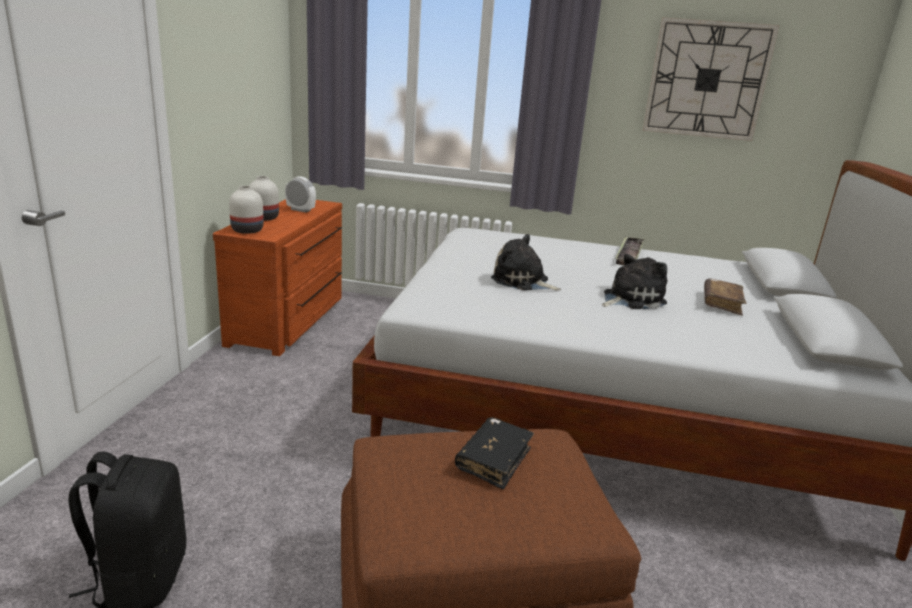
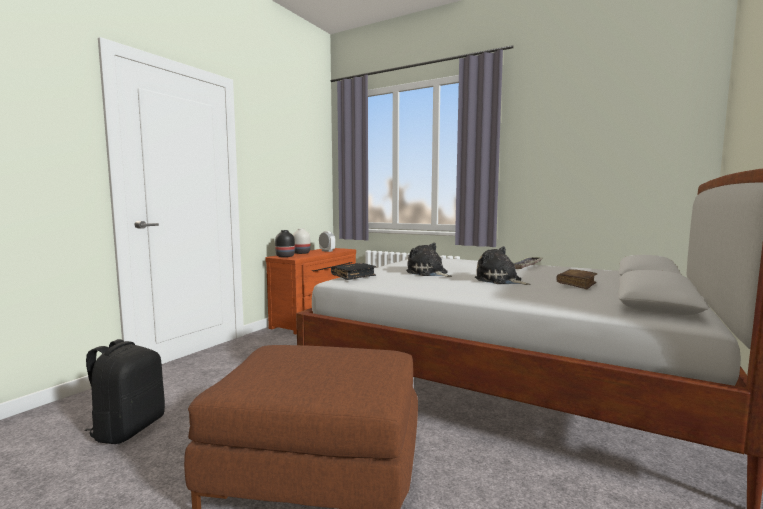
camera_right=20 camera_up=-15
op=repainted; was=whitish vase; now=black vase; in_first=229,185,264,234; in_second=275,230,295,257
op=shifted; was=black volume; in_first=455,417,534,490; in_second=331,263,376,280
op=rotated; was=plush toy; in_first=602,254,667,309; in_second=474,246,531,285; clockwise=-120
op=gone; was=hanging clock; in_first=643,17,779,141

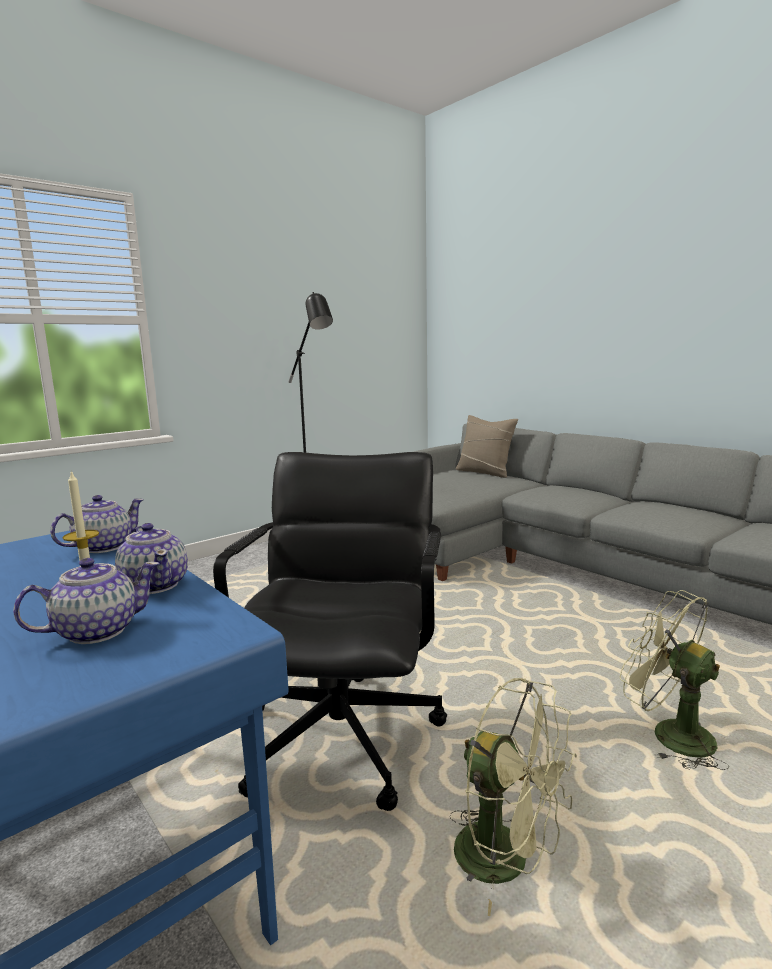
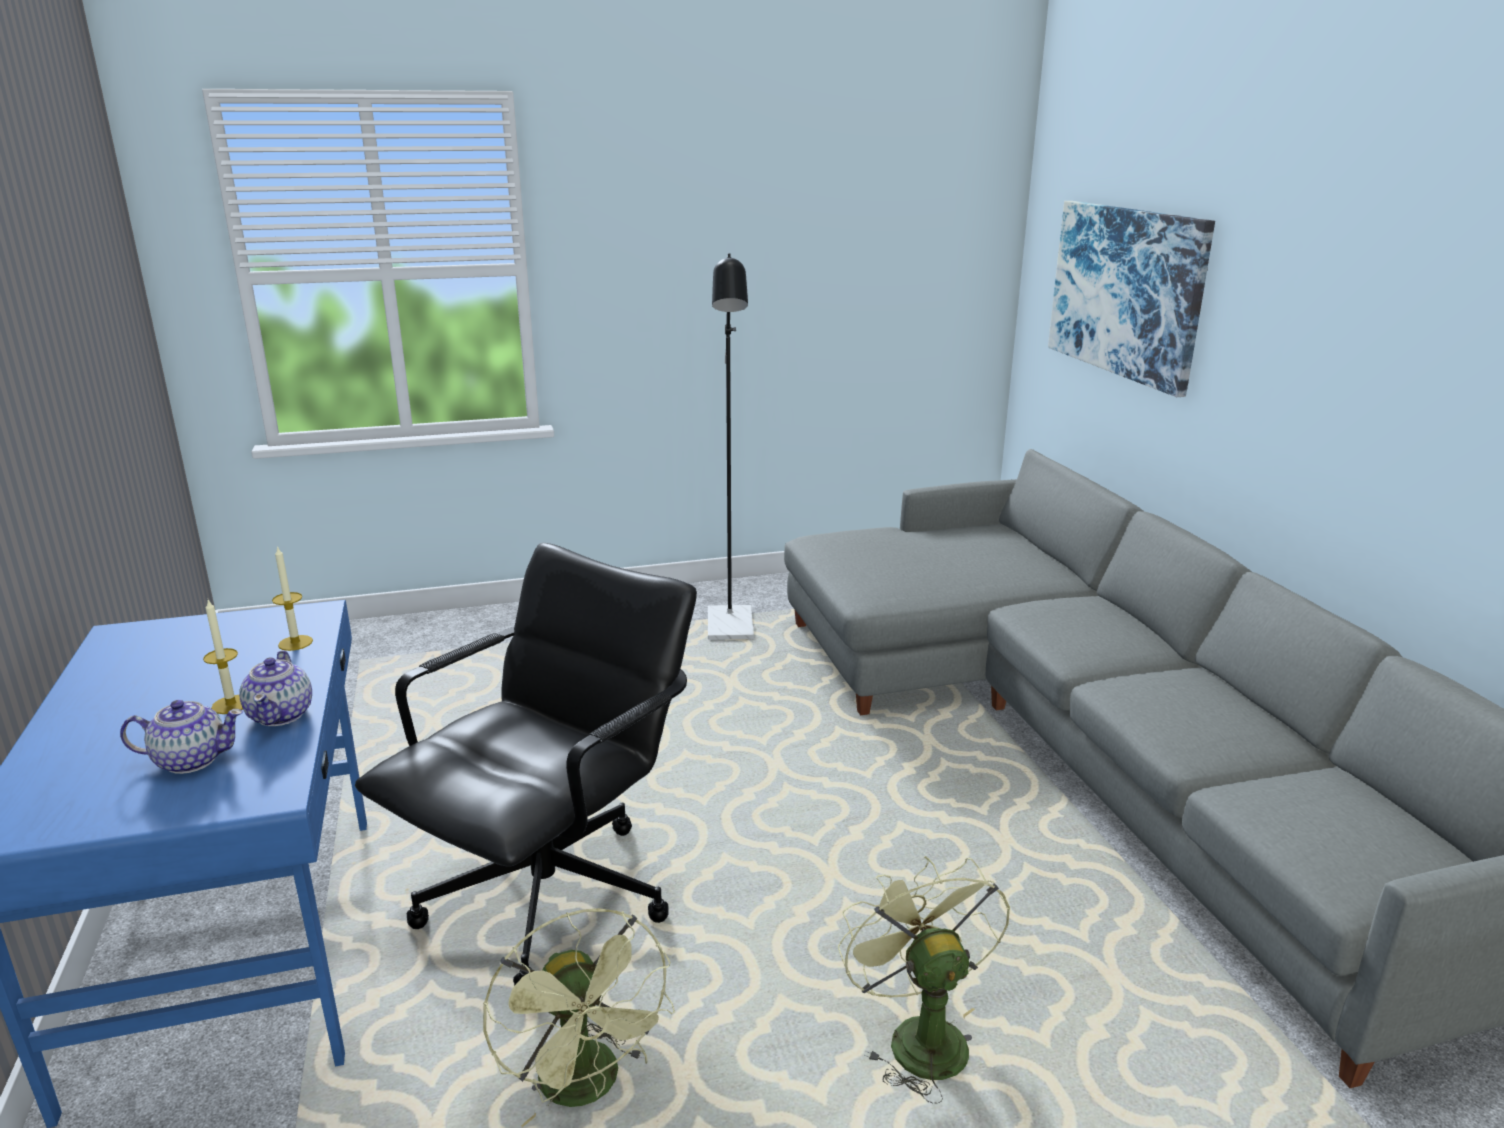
camera_right=25 camera_up=10
op=swapped; was=tea pot; now=candle; in_first=50,495,144,553; in_second=272,546,313,651
op=gone; was=sand-coloured pillow; in_first=456,415,518,478
op=new; now=wall art; in_second=1048,201,1215,397

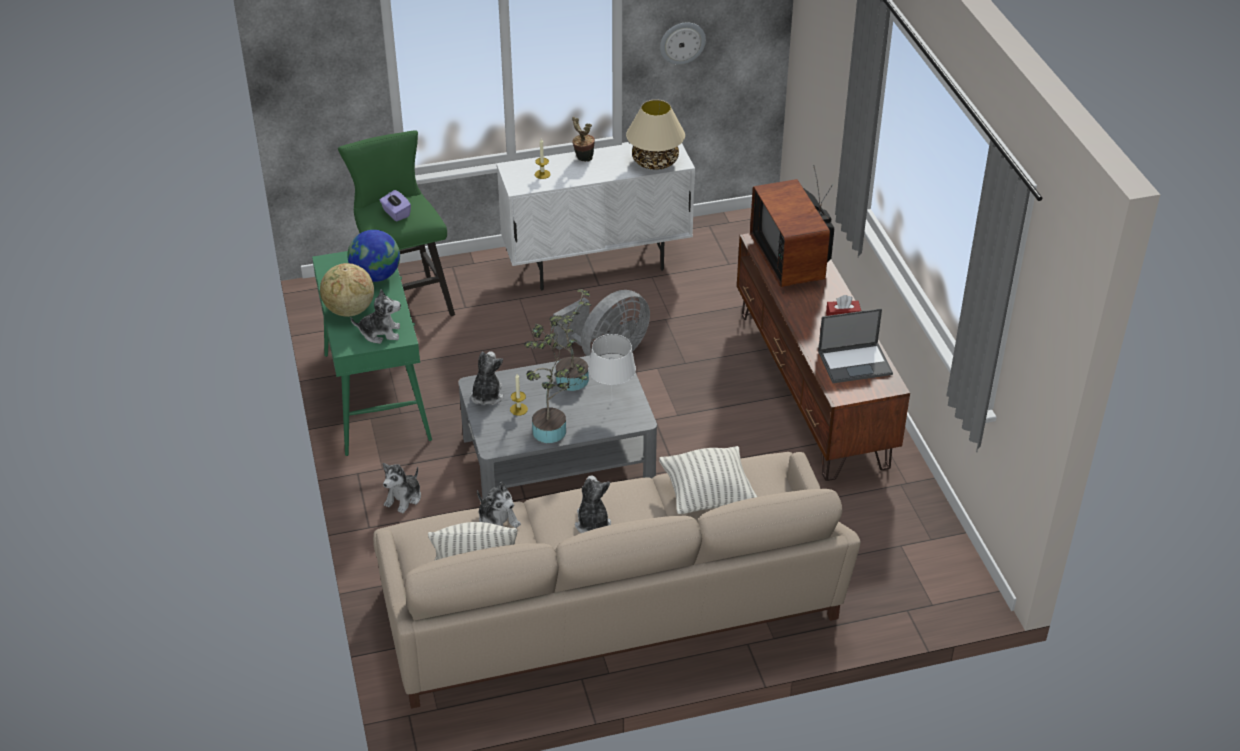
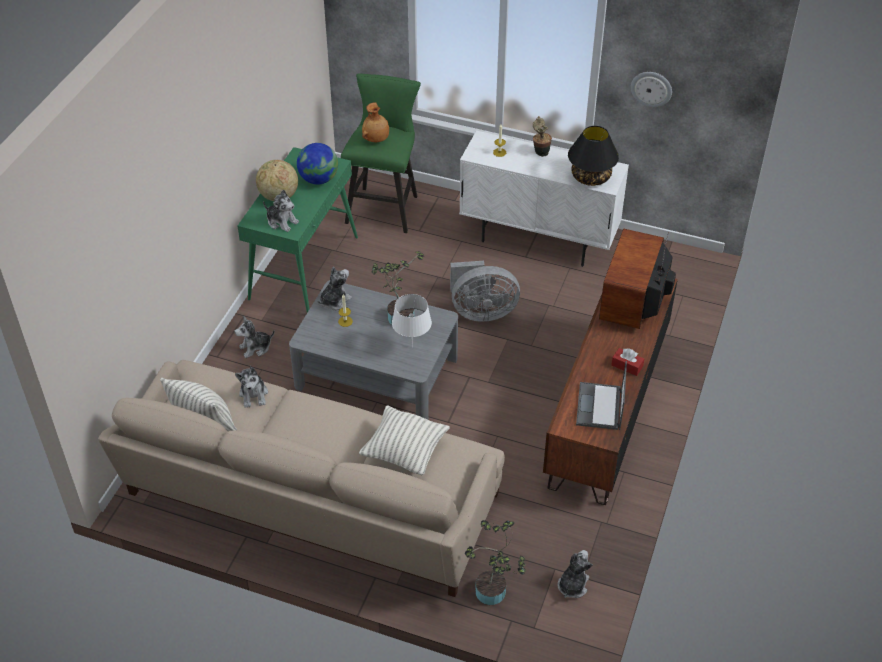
camera_right=35 camera_up=5
op=swapped; was=purple-coloured box of tissues; now=brownish vase; in_first=379,190,411,221; in_second=362,102,389,142
op=shifted; was=plant in a pot; in_first=524,333,588,443; in_second=465,520,526,605
op=shifted; was=plush toy; in_first=575,476,611,533; in_second=558,550,593,598
op=repainted; was=sand-coloured table lamp; now=black table lamp; in_first=626,99,685,170; in_second=568,126,619,186
op=rotated; was=notebook computer; in_first=818,308,893,383; in_second=576,361,627,430; clockwise=75

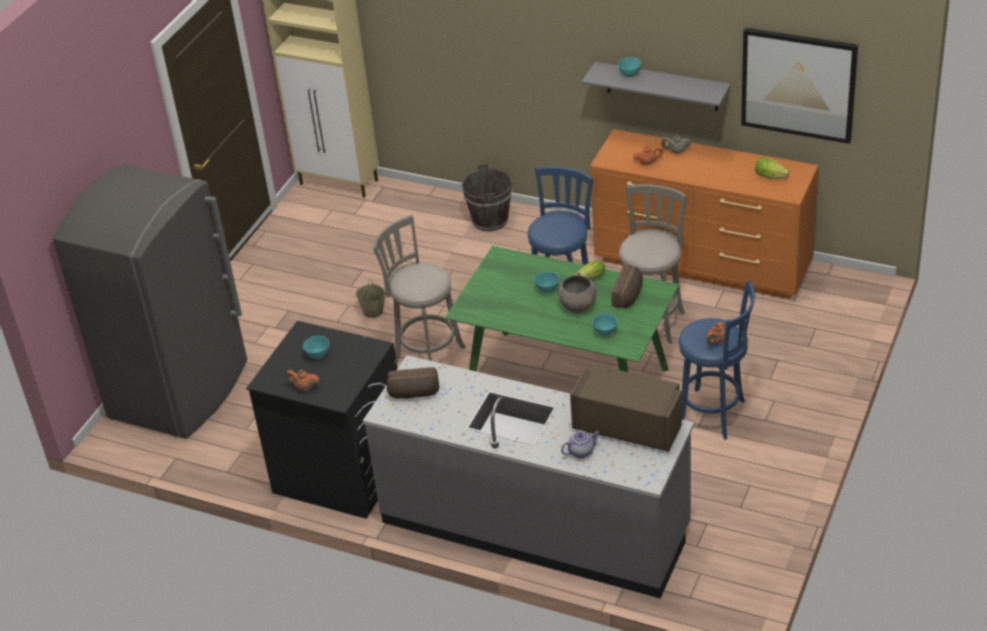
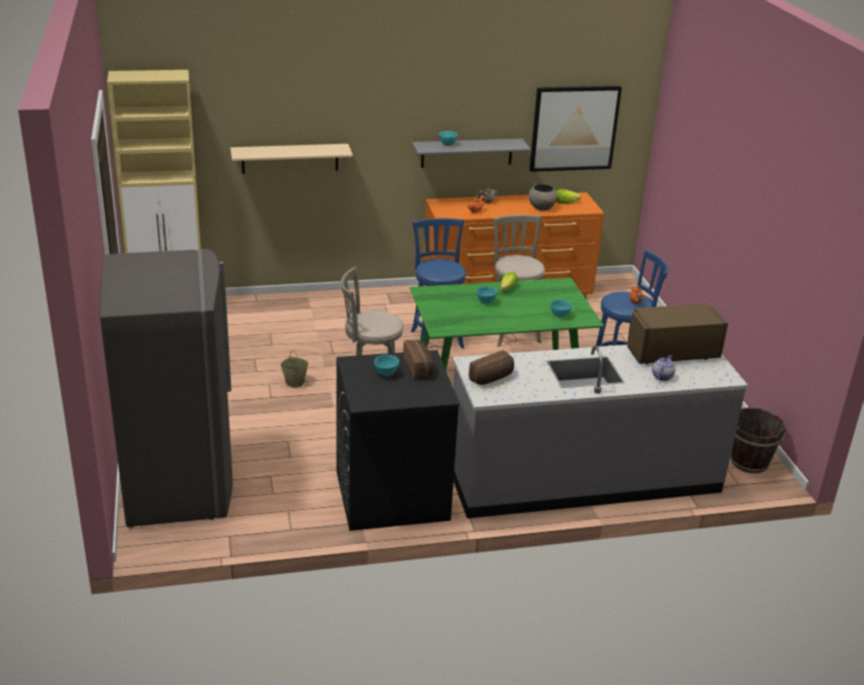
camera_right=-40 camera_up=-10
op=gone; was=orange-coloured tea pot; in_first=286,370,320,391
op=shifted; was=brownish pail; in_first=462,163,513,231; in_second=730,407,786,473
op=shifted; was=greyish deep dish; in_first=558,272,597,313; in_second=529,183,557,211
op=shifted; was=bread; in_first=611,265,643,308; in_second=403,340,435,380
op=new; now=sand-coloured shelf; in_second=230,144,353,174

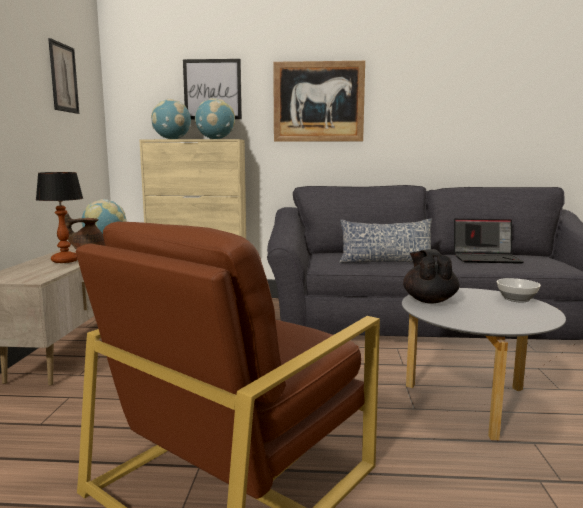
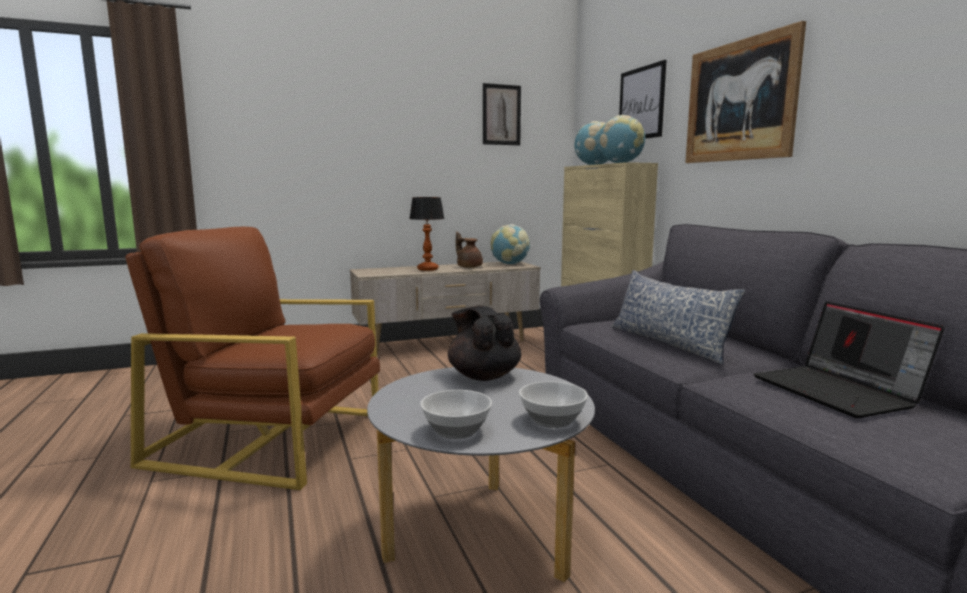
camera_right=65 camera_up=0
op=rotated; was=black tea pot; in_first=403,249,460,303; in_second=448,306,522,381; clockwise=-90
op=new; now=deep dish; in_second=420,390,492,439

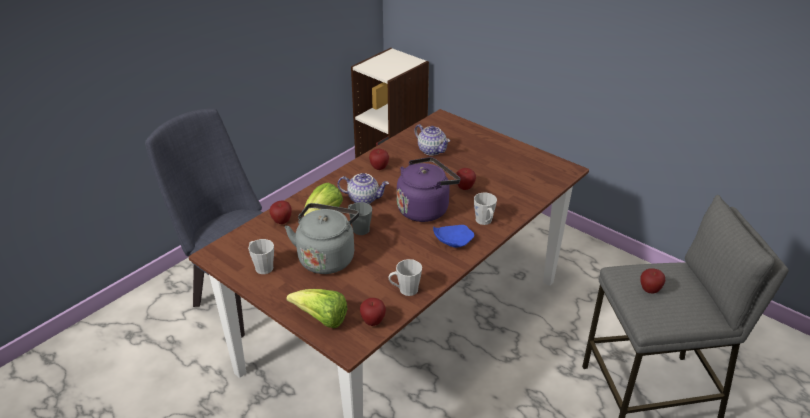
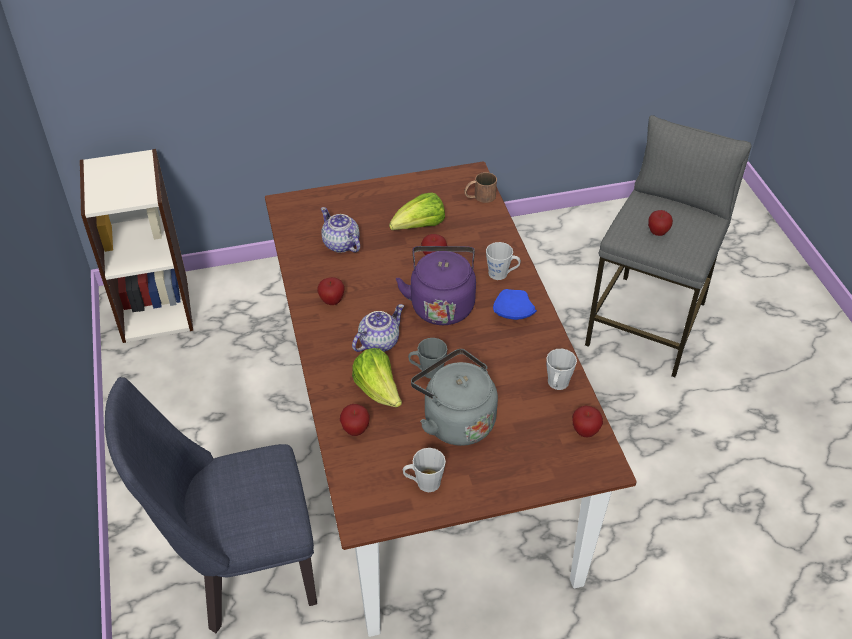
camera_right=-55 camera_up=10
op=shifted; was=lettuce; in_first=286,289,347,328; in_second=389,192,445,230
op=rotated; was=tea pot; in_first=415,124,450,156; in_second=321,207,360,253; clockwise=-120
op=new; now=brownish coffee mug; in_second=464,172,497,203

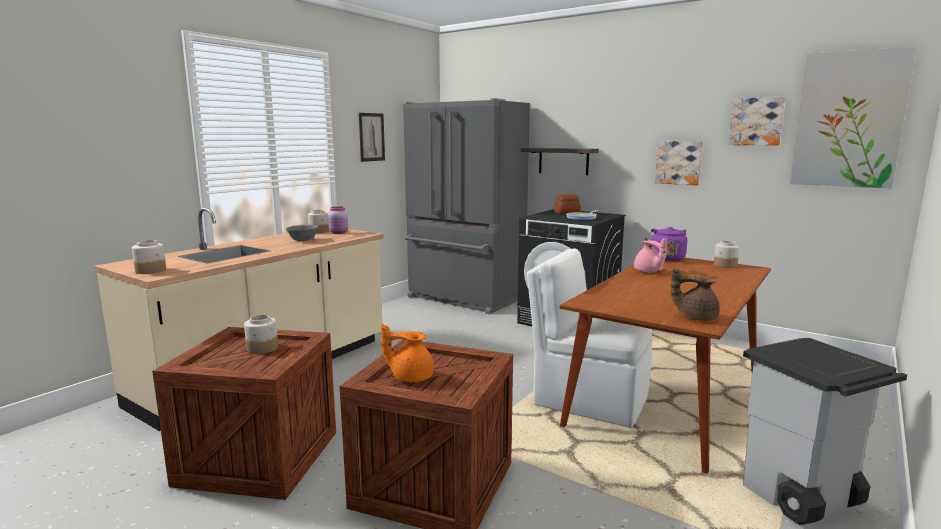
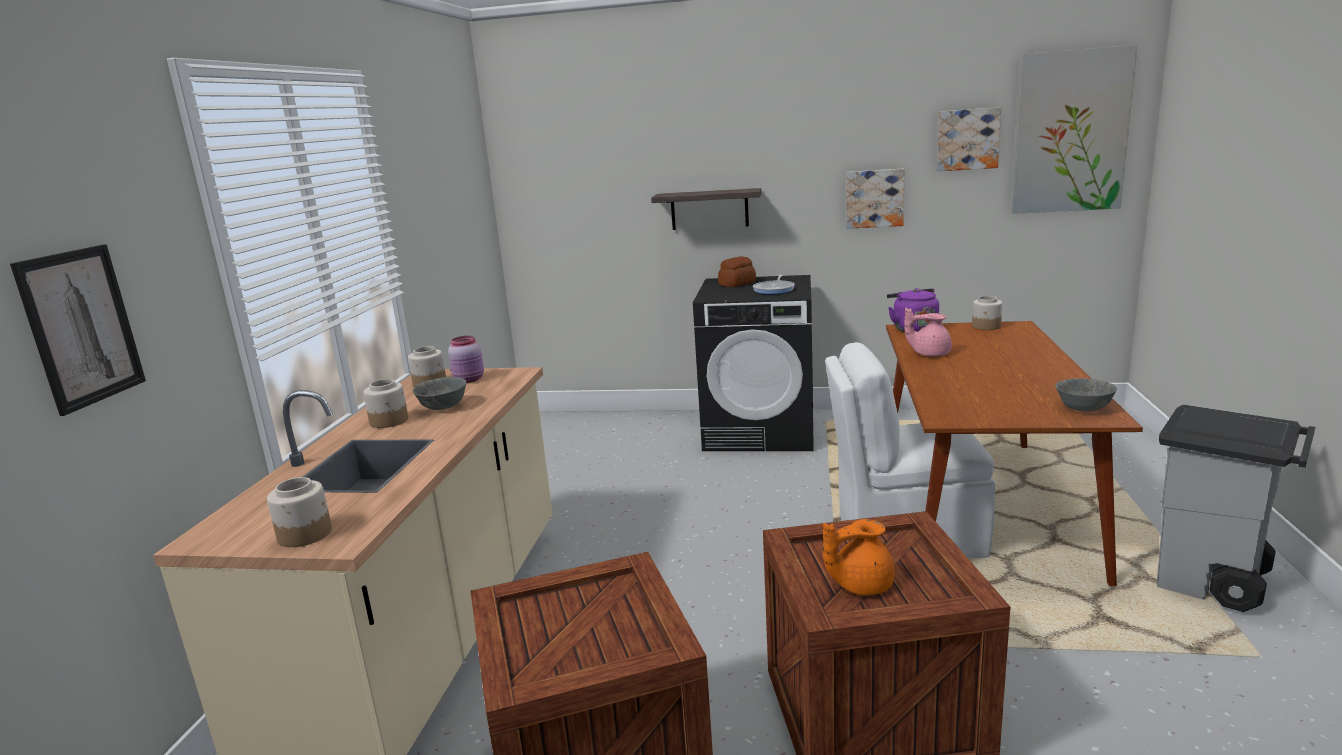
camera_right=-25 camera_up=5
op=shifted; was=jar; in_first=244,315,278,354; in_second=363,379,408,428
op=shifted; was=wall art; in_first=359,113,385,162; in_second=10,244,146,416
op=gone; was=greyish refrigerator; in_first=403,98,530,315
op=rotated; was=pink tea pot; in_first=634,238,667,273; in_second=905,308,952,356; clockwise=150
op=swapped; was=brownish tea pot; now=greyish deep dish; in_first=671,268,720,321; in_second=1055,378,1117,412

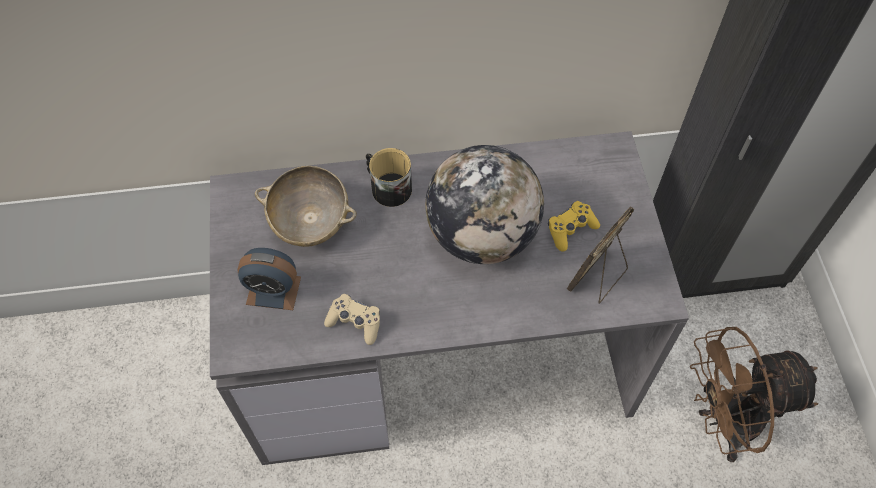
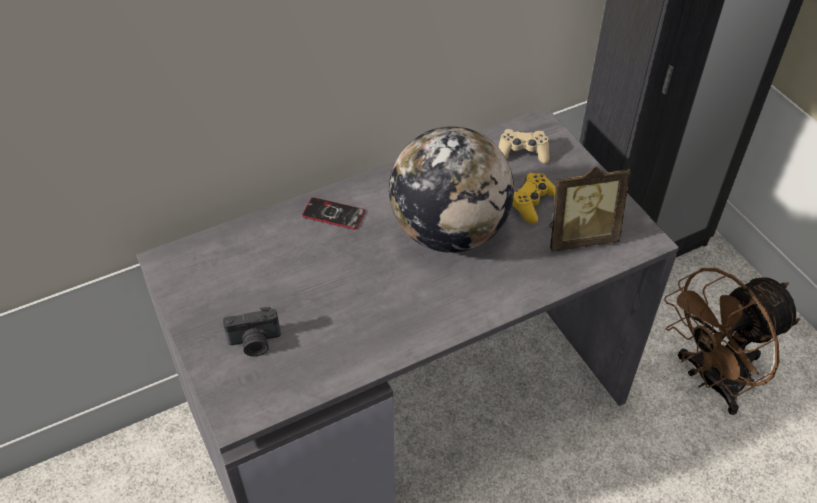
camera_right=-20 camera_up=-10
op=swapped; was=alarm clock; now=still camera; in_first=237,248,301,310; in_second=223,307,281,356
op=gone; was=sand-coloured deep dish; in_first=255,166,357,247
op=shifted; was=sand-coloured gamepad; in_first=324,294,380,345; in_second=498,129,549,164
op=swapped; was=coffee mug; now=phone; in_first=366,148,412,207; in_second=302,197,365,229
op=rotated; was=standing frame; in_first=567,206,635,304; in_second=549,167,631,251; clockwise=-120

